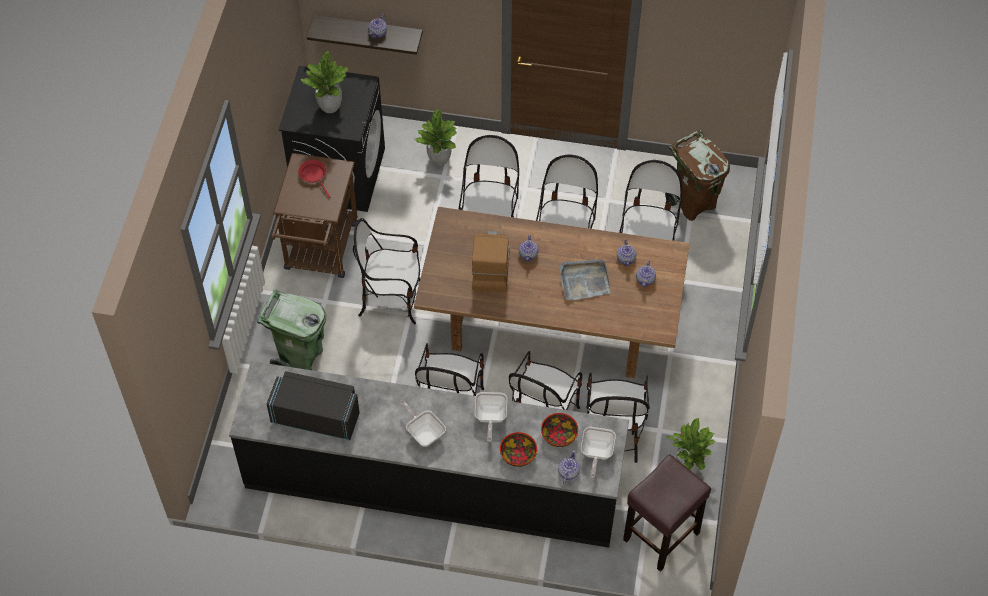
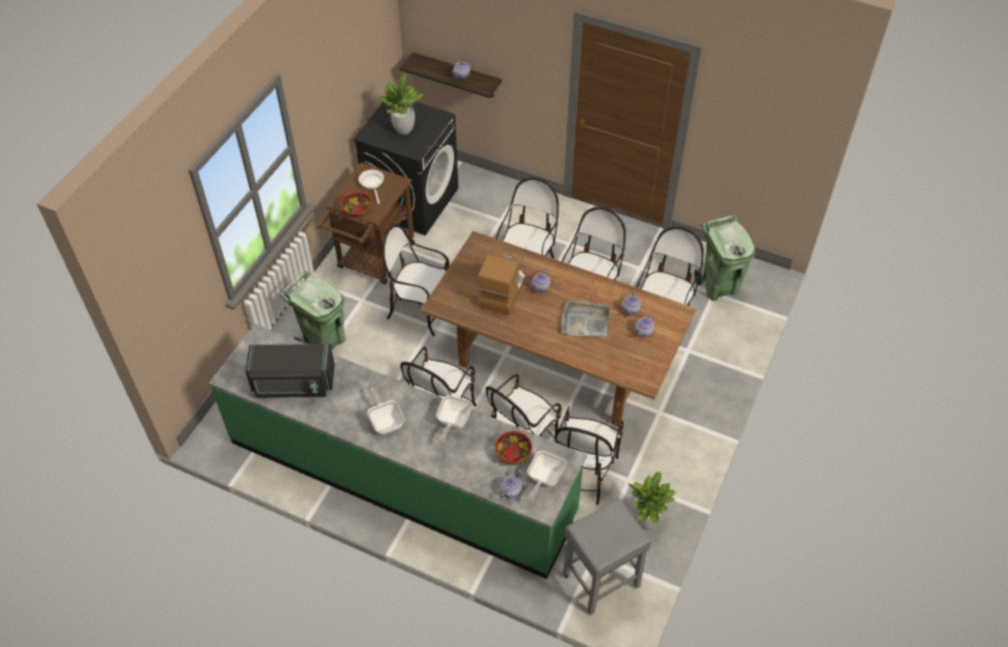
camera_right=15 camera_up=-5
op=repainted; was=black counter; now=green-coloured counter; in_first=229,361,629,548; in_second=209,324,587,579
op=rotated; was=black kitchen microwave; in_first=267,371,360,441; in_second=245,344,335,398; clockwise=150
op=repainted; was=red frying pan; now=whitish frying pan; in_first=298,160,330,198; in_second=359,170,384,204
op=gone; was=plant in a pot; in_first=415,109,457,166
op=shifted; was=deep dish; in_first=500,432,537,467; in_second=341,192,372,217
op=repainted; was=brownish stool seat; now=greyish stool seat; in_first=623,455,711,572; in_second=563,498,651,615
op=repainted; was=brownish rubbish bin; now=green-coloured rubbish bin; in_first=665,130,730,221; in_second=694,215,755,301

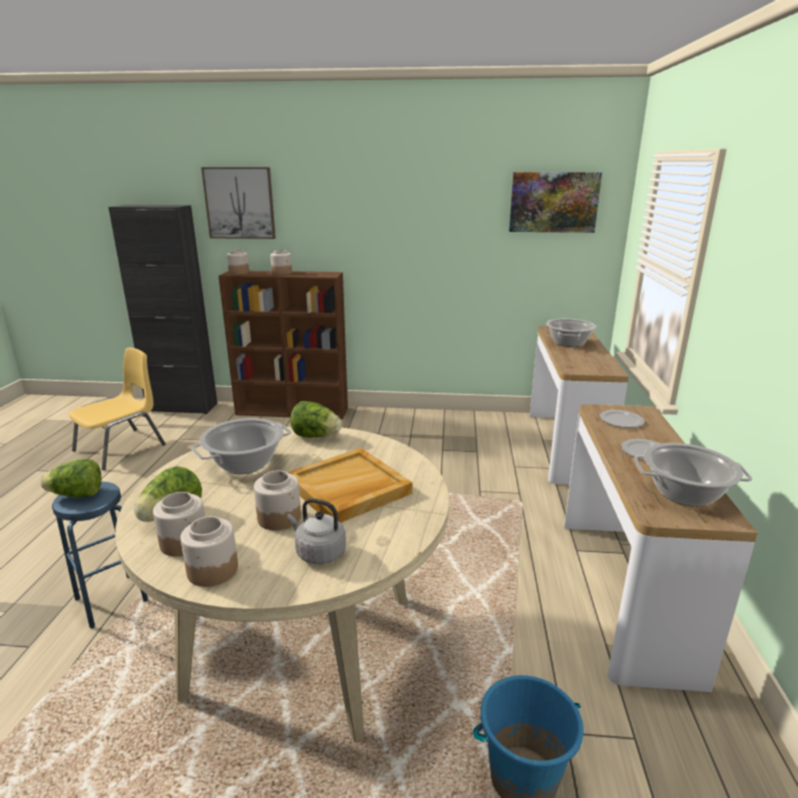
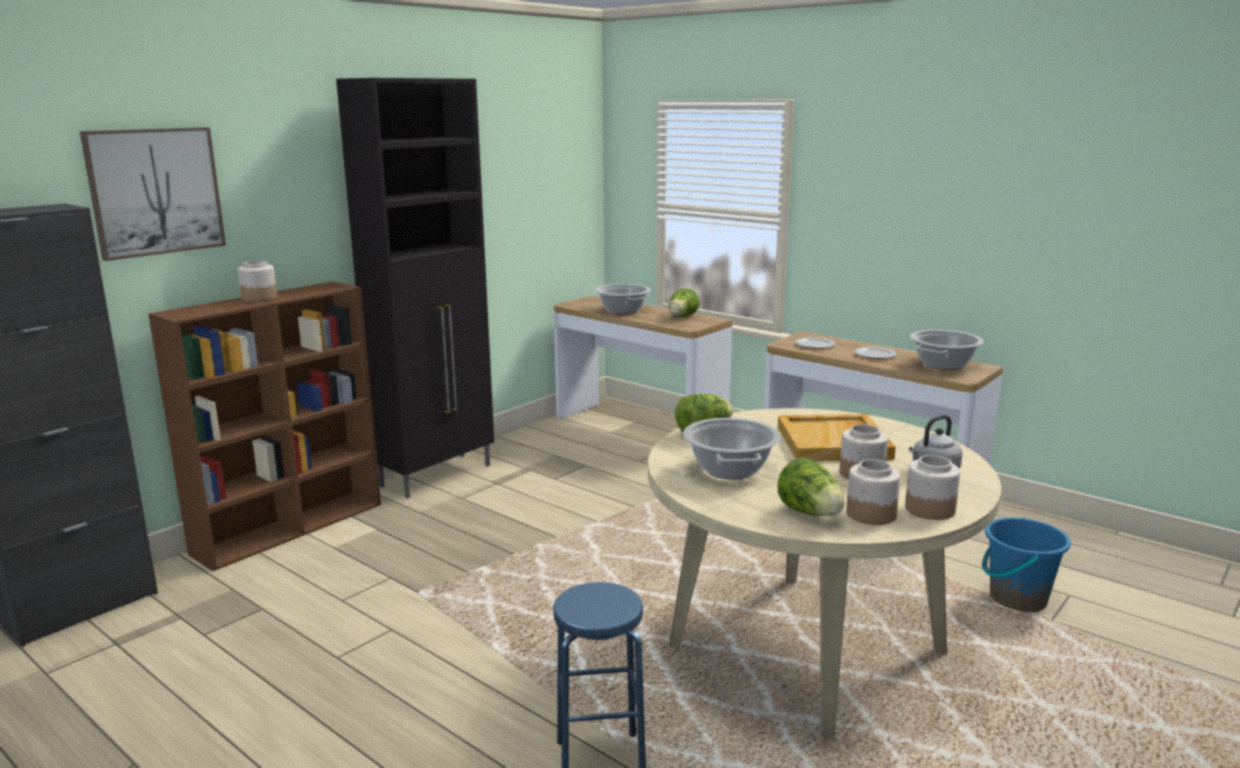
camera_right=-55 camera_up=-5
op=shifted; was=lettuce; in_first=40,459,101,498; in_second=669,289,700,317
op=gone; was=yellow upright chair; in_first=69,348,166,470
op=gone; was=jar; in_first=227,250,249,275
op=gone; was=wall art; in_first=509,172,602,233
op=new; now=black storage cabinet; in_second=336,78,494,499

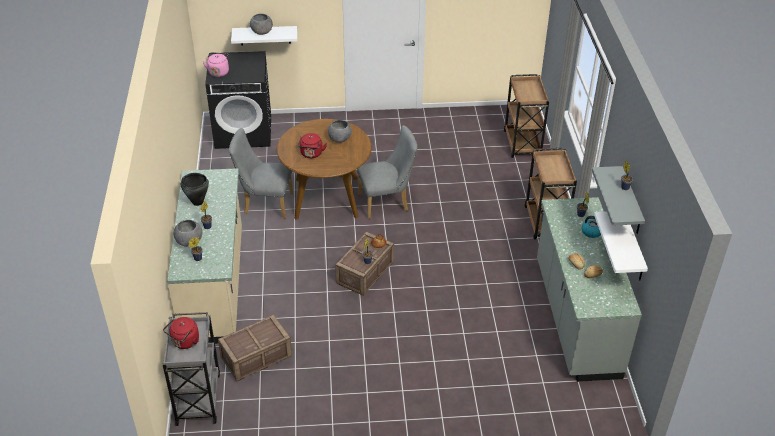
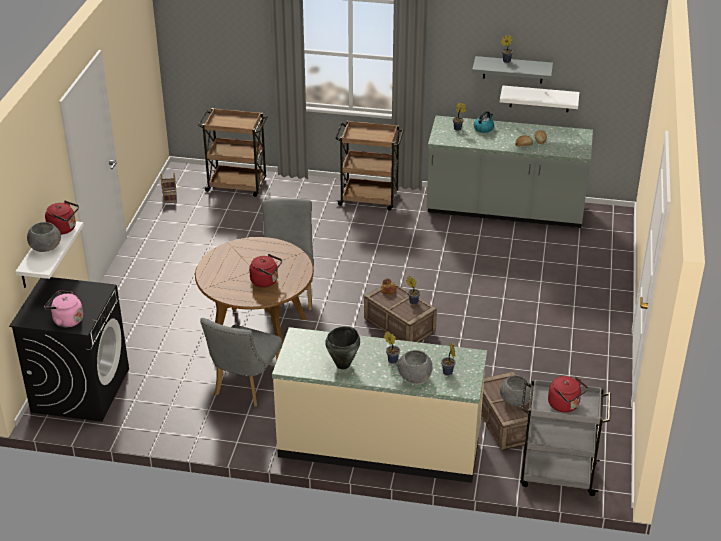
camera_right=-75 camera_up=-5
op=shifted; was=greyish deep dish; in_first=328,120,352,143; in_second=500,375,531,406
op=new; now=red tea kettle; in_second=45,200,79,235
op=new; now=basket; in_second=161,172,177,204

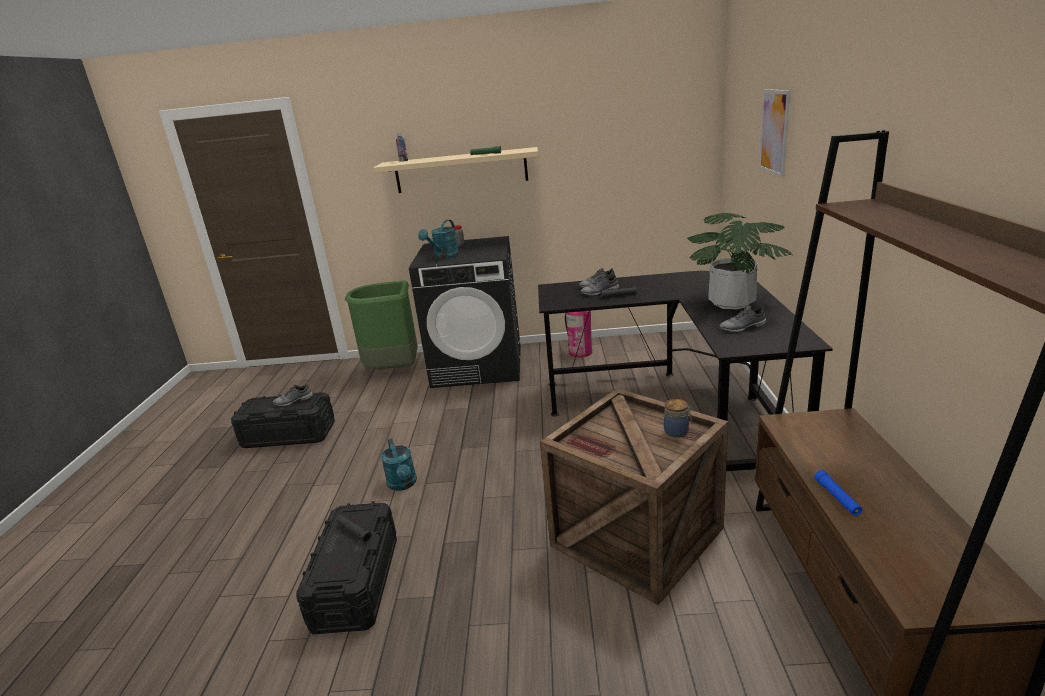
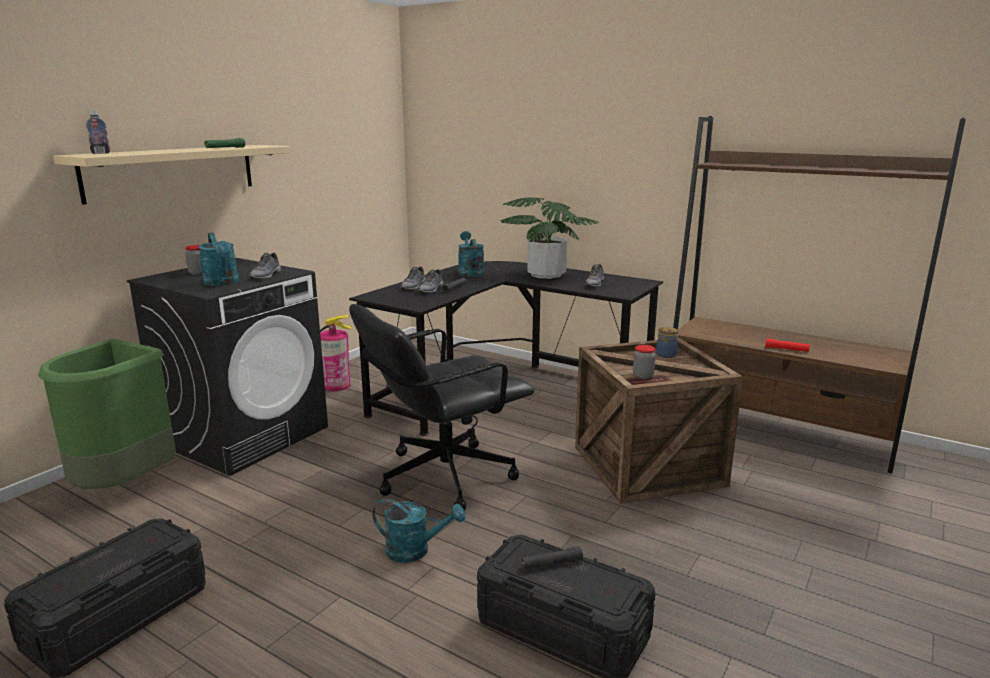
camera_right=-60 camera_up=-5
op=shifted; was=greyish item of footwear; in_first=273,384,313,407; in_second=249,253,281,279
op=gone; was=wall art; in_first=759,89,791,178
op=repainted; was=blue hand torch; now=red hand torch; in_first=814,470,862,516; in_second=765,338,810,352
op=new; now=black desk chair; in_second=349,304,535,511
op=new; now=turquoise-coloured watering can; in_second=458,231,484,277
op=new; now=jar; in_second=633,345,656,379

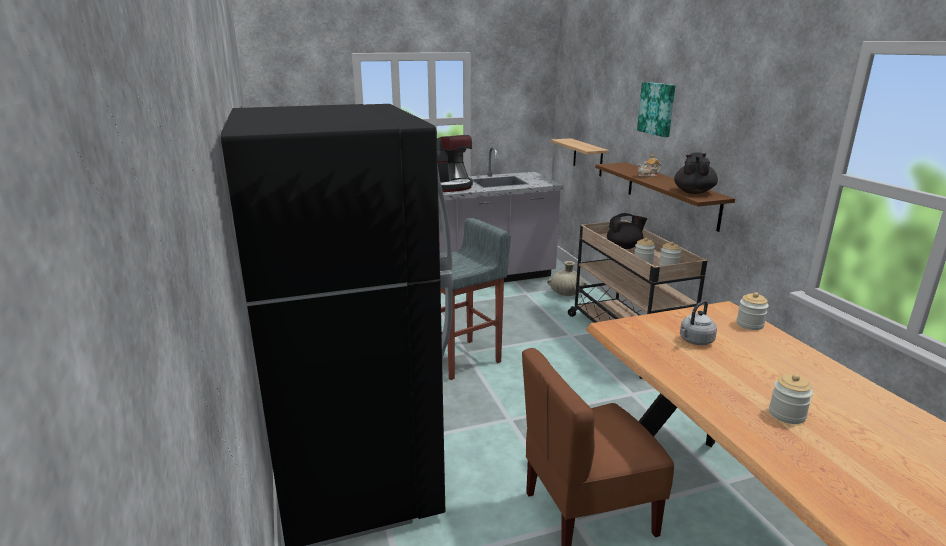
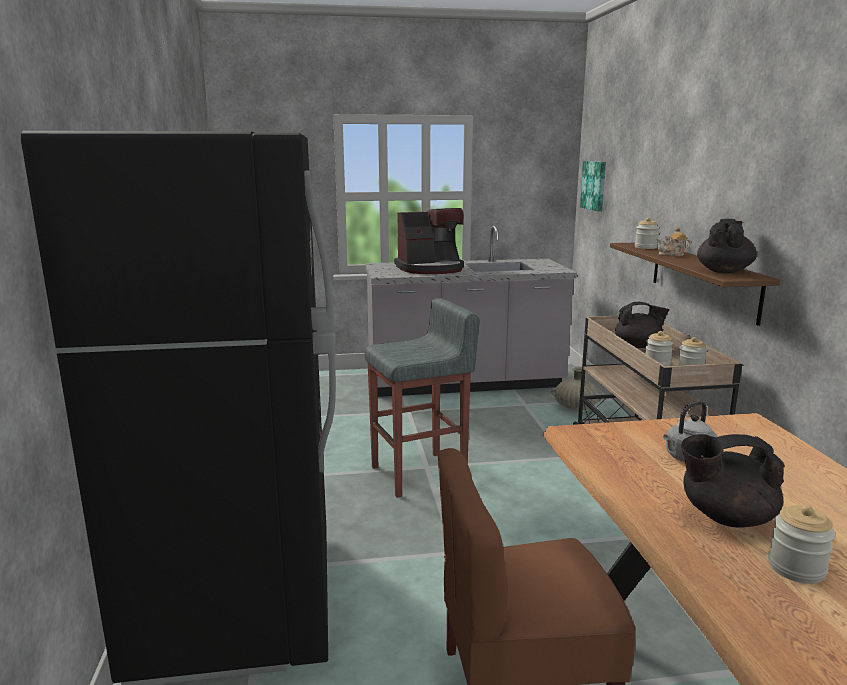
camera_right=10 camera_up=-5
op=gone; was=shelf; in_first=551,138,609,176
op=shifted; was=wall art; in_first=637,82,675,137; in_second=580,161,606,211
op=shifted; was=jar; in_first=737,292,769,330; in_second=635,217,659,249
op=new; now=black tea pot; in_second=681,434,785,528

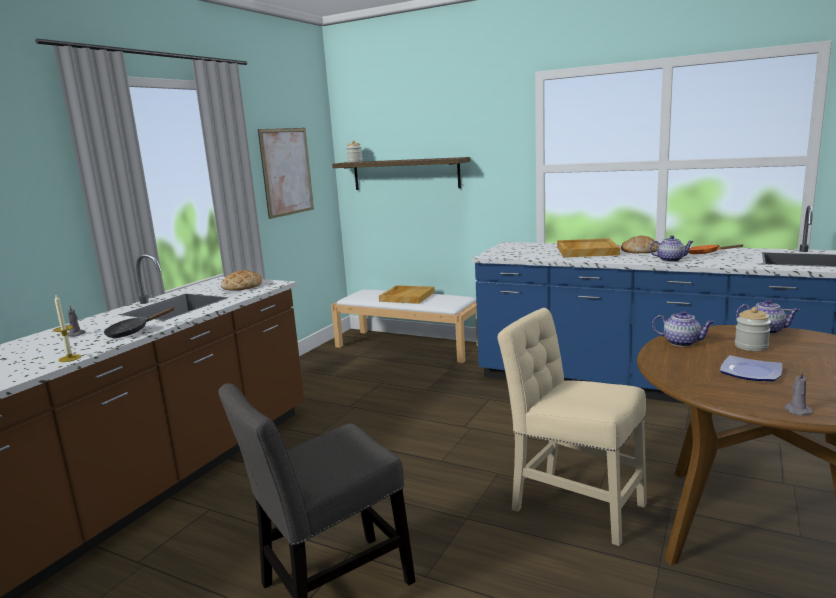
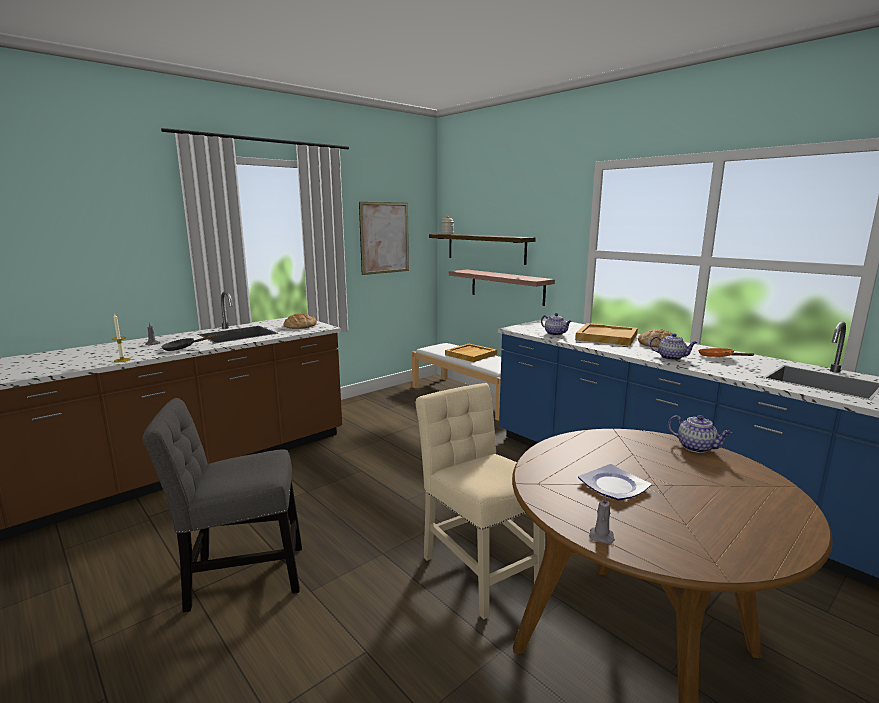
camera_right=20 camera_up=0
op=shifted; was=tea pot; in_first=652,311,714,347; in_second=541,313,572,335
op=gone; was=jar; in_first=735,307,771,351
op=new; now=shelf; in_second=448,270,555,306

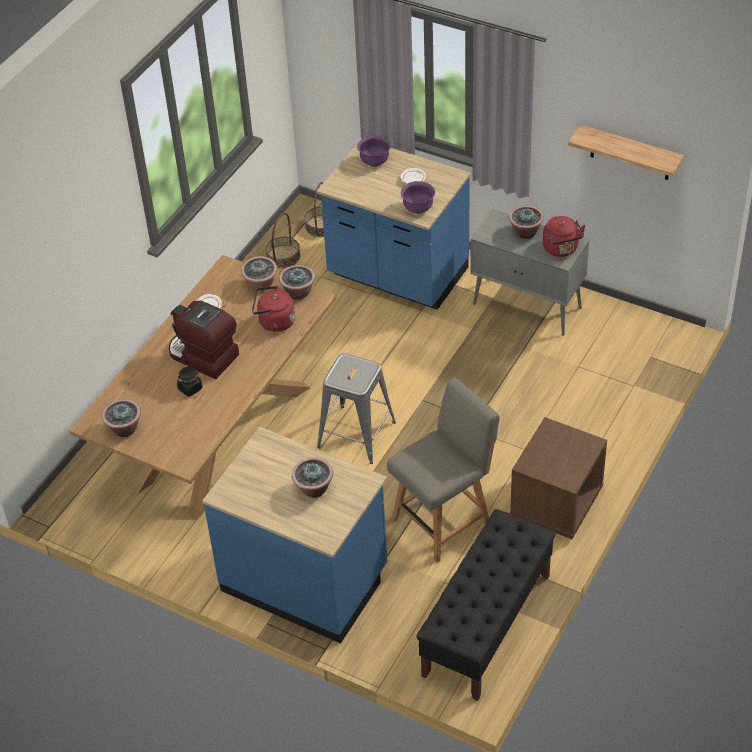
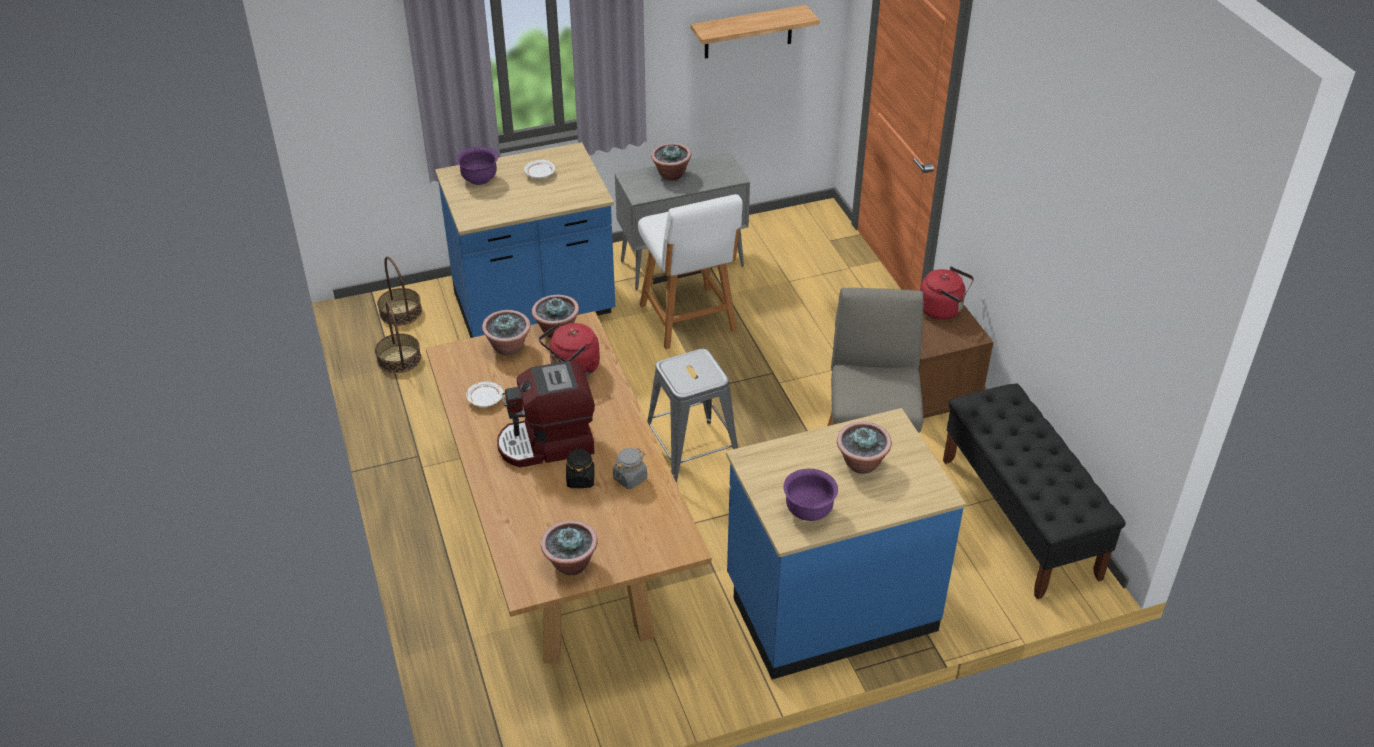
camera_right=-50 camera_up=-5
op=shifted; was=purple-coloured deep dish; in_first=401,181,435,214; in_second=783,469,838,521
op=shifted; was=red tea kettle; in_first=543,216,585,257; in_second=920,267,974,320
op=new; now=greyish jar; in_second=613,448,647,489
op=new; now=whitish upright chair; in_second=638,194,743,349

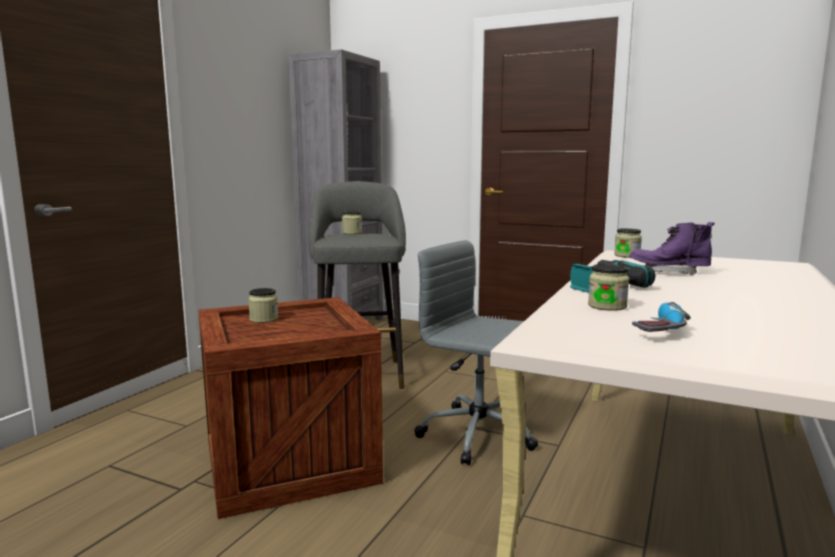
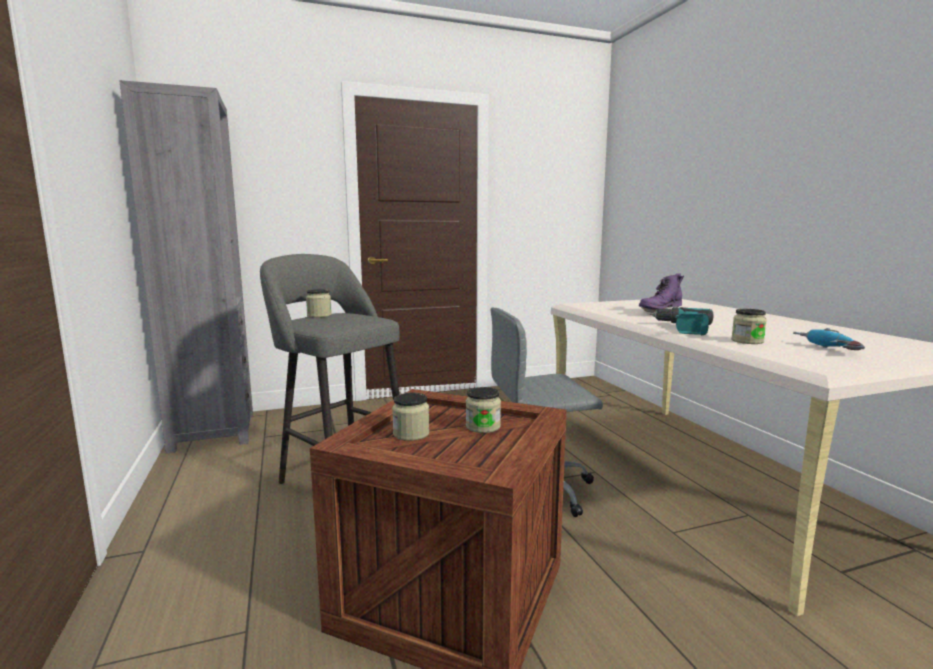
camera_right=-45 camera_up=0
op=shifted; was=jar; in_first=614,228,642,258; in_second=466,387,501,433

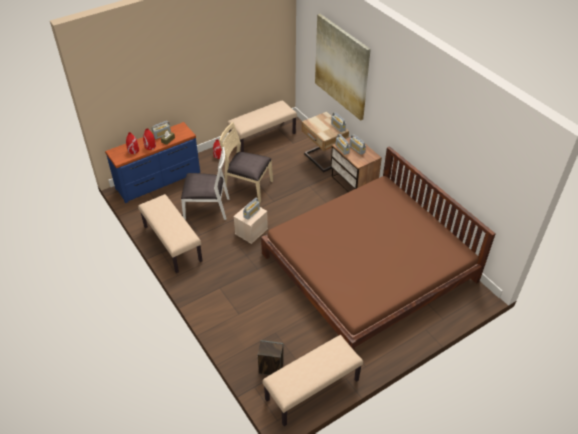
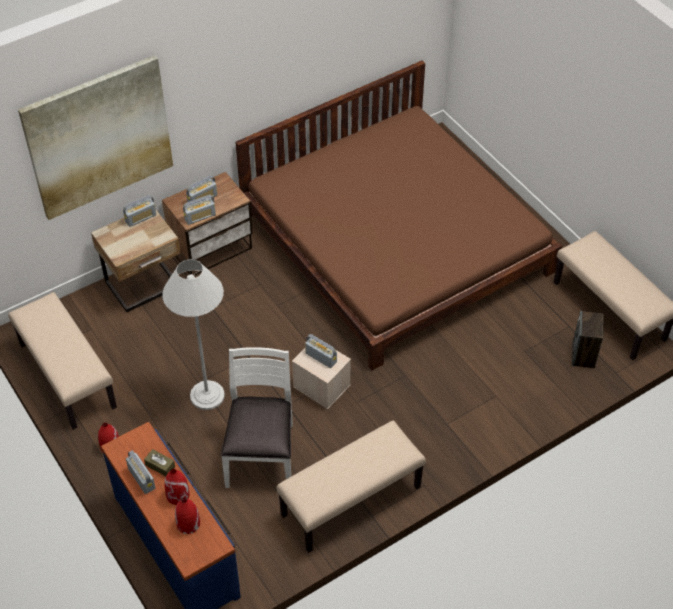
camera_right=-90 camera_up=5
op=swapped; was=sand-coloured upright chair; now=whitish standing lamp; in_first=219,122,273,203; in_second=162,259,225,410

